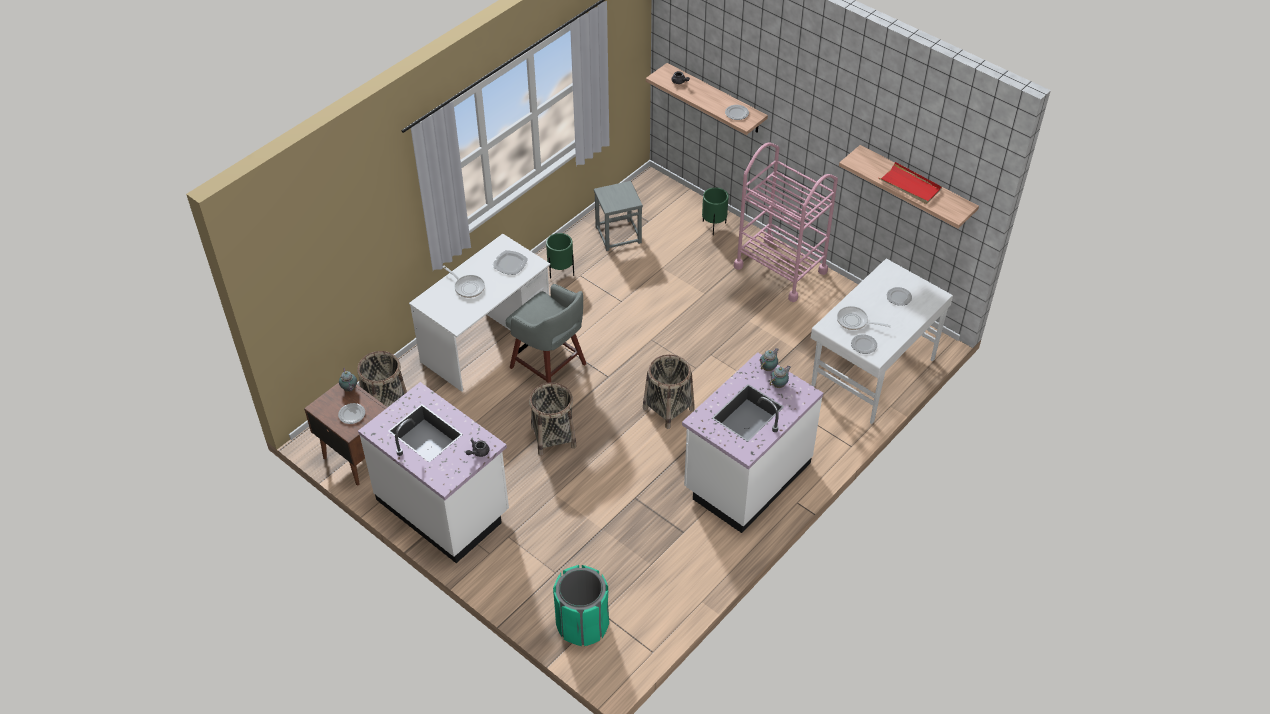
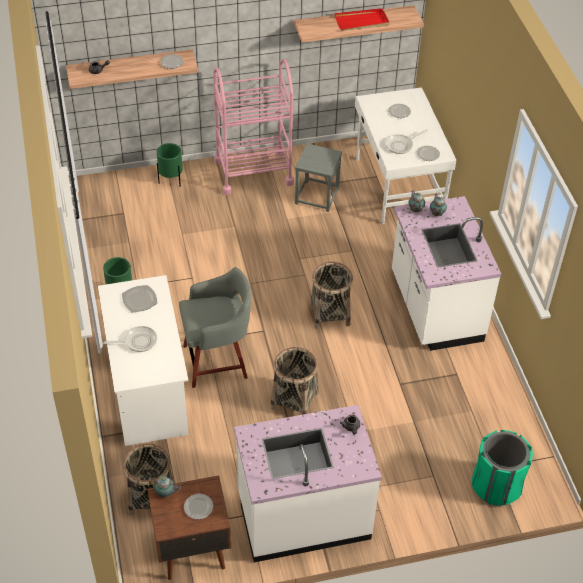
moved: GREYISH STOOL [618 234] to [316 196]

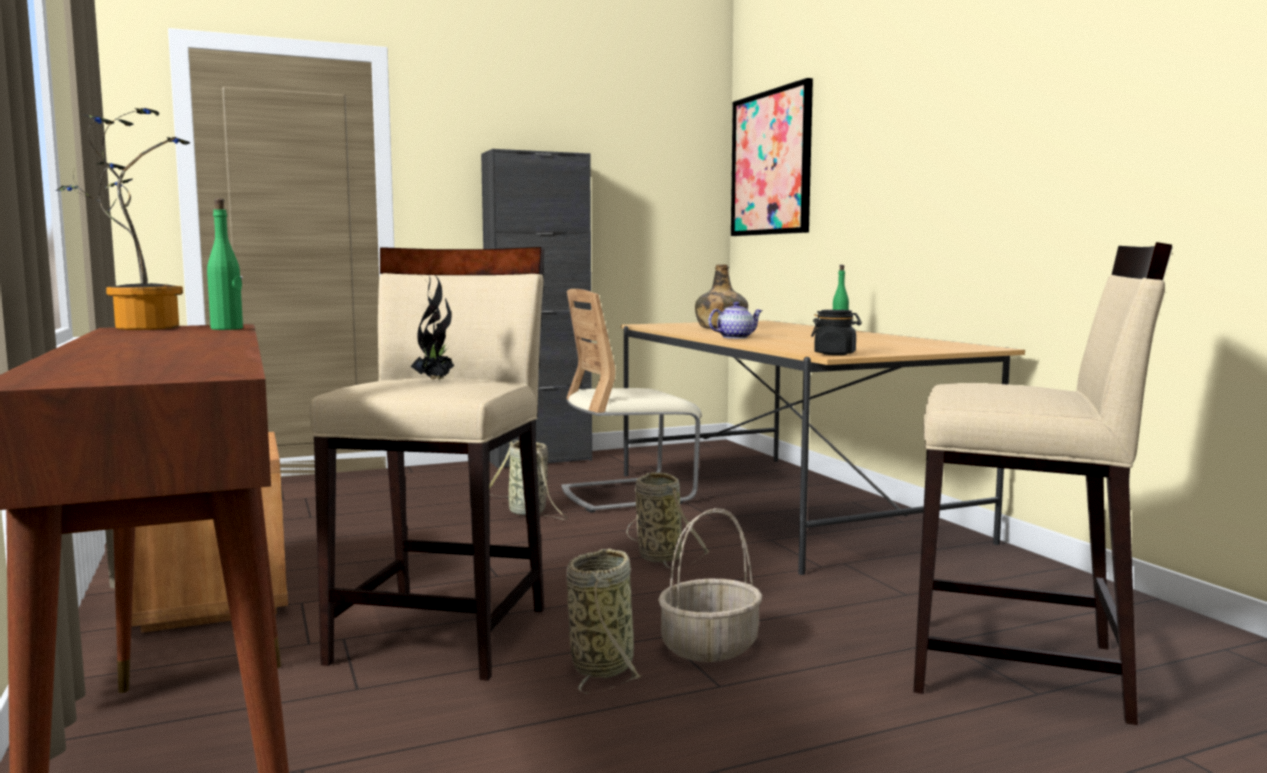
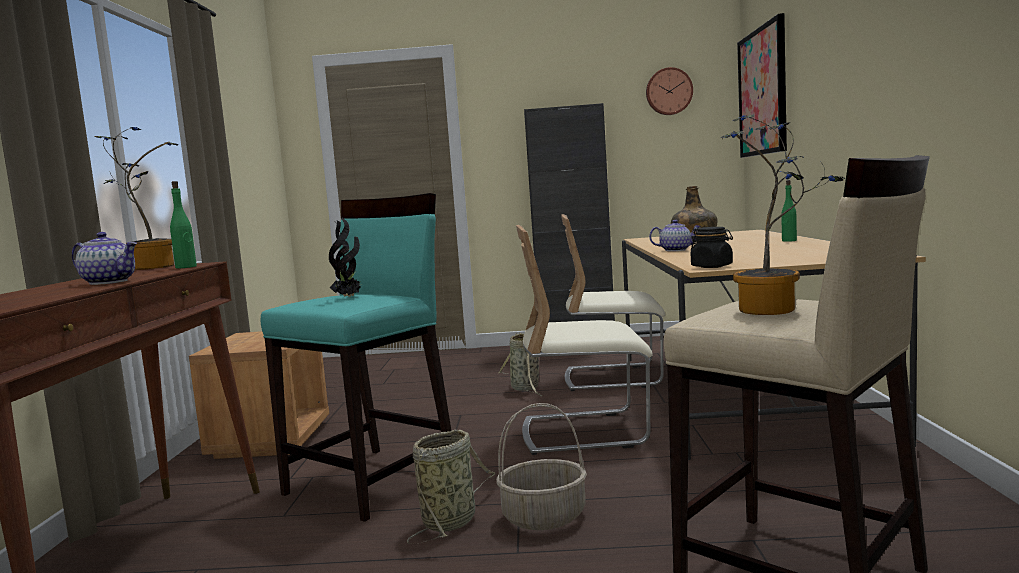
added: POT FOR TEA [110 282]; CLOCK ON THE WALL [668 91]; PLANT IN A POT [775 310]
replaced: STORAGE BASKET [658 556] to BEIGE-COLOURED PLAIN CHAIR [584 432]
recoloured: BEIGE-COLOURED STOOL [443 634] to TURQUOISE STOOL [373 481]

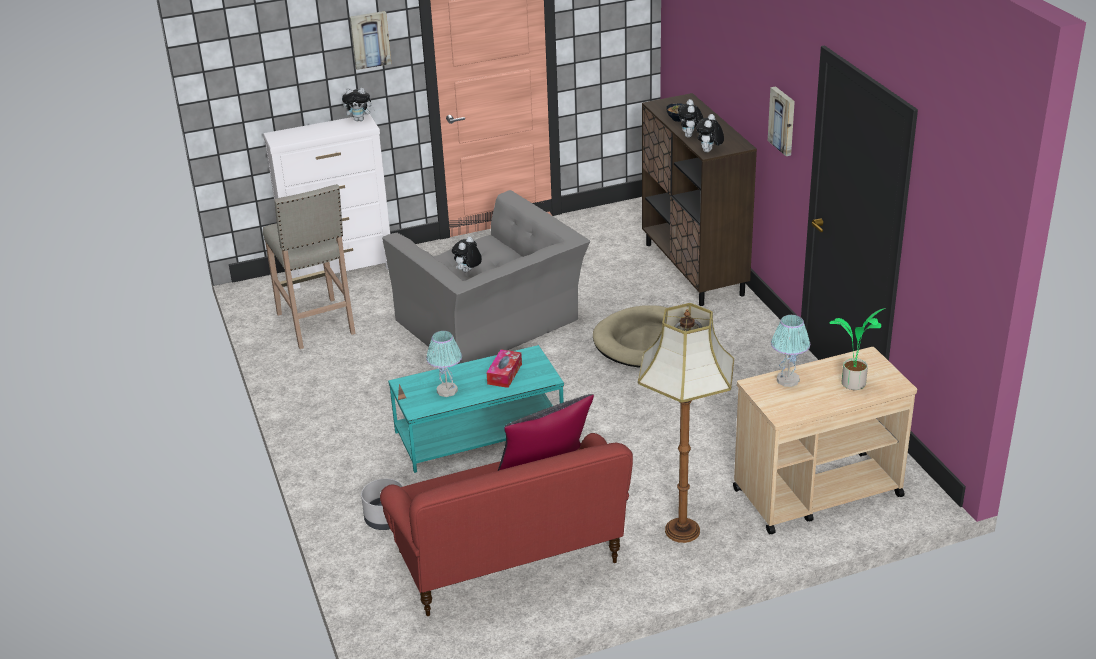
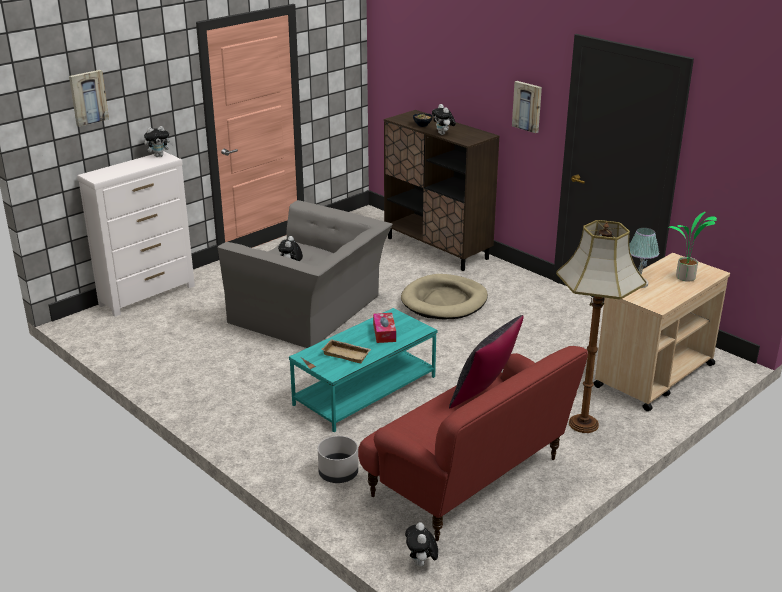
removed: BEIGE-COLOURED STOOL [316 324]
moved: PICTURE [370 39] to [88 97]; PLUSH TOY [709 151] to [421 564]
replaced: TABLE LAMP [447 391] to BEIGE-COLOURED SERVING TRAY [347 354]

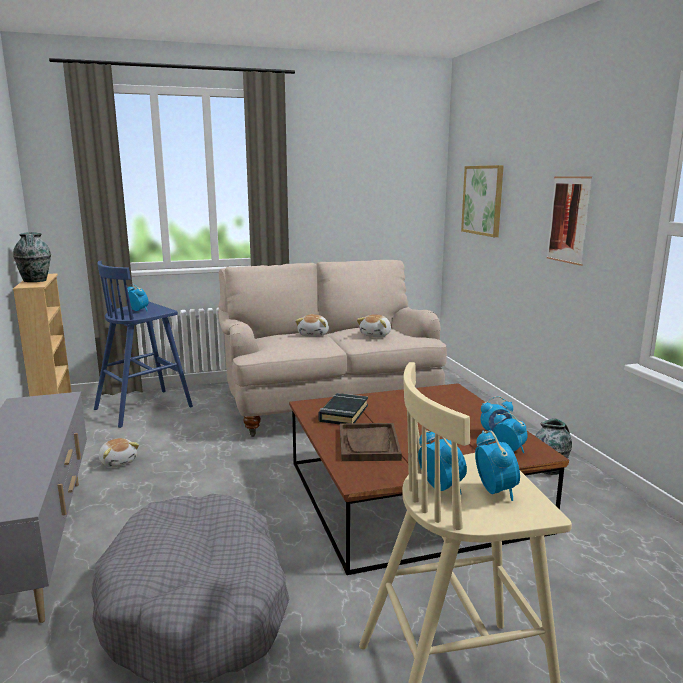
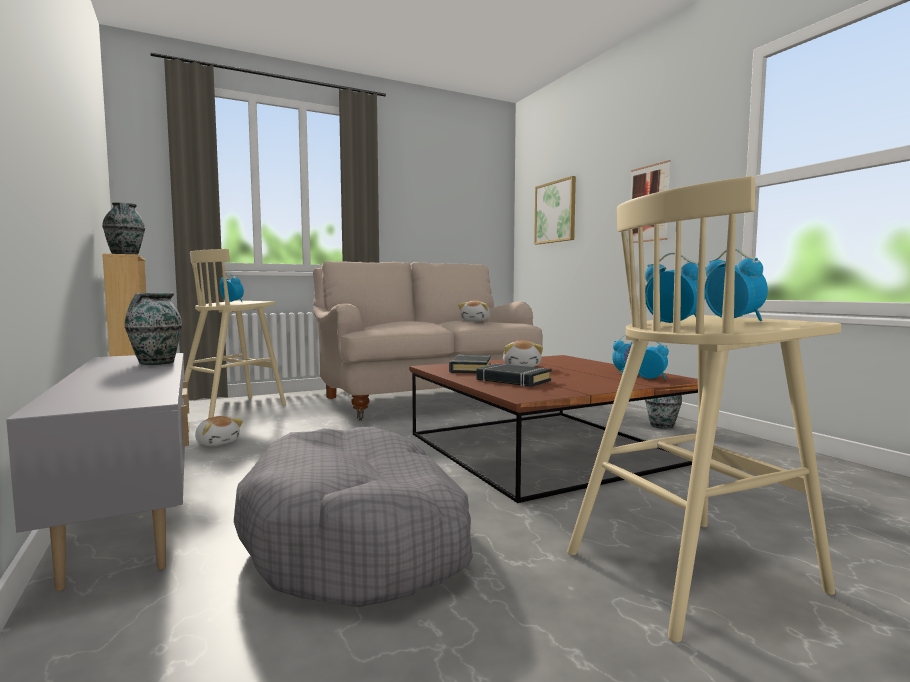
added: VASE [155 363]
moved: PLUSH TOY [314 335] to [522 366]
replaced: BROWNISH SERVING TRAY [369 444] to BLACK-COLOURED BOOK [513 380]
recoloured: BLUE STOOL [145 407] to BEIGE-COLOURED STOOL [234 408]

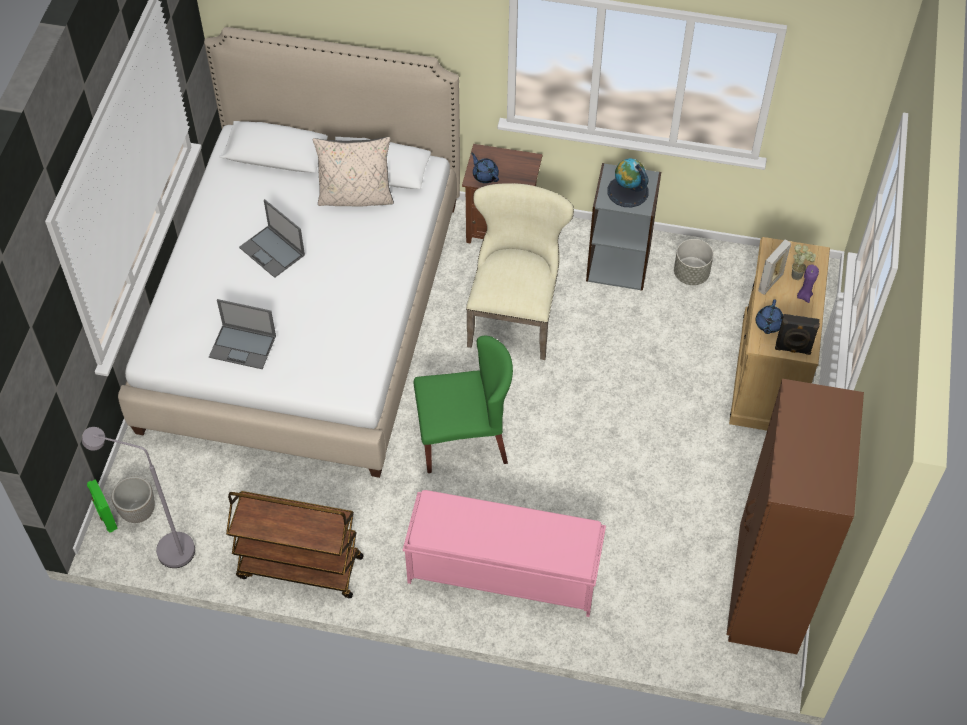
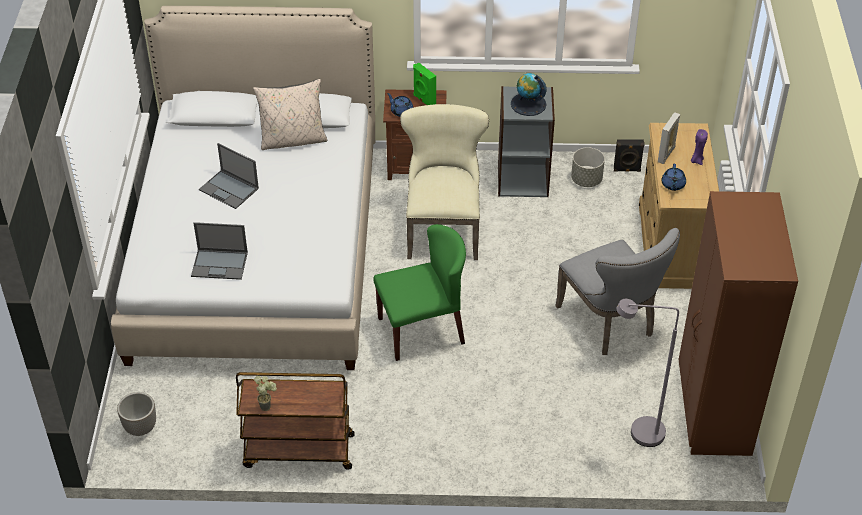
removed: PINKISH BENCH [502 572]
added: GREYISH PLAIN CHAIR [610 323]
moved: GREYISH STANDARD LAMP [165 550] to [637 433]; GREENISH AUDIO SPEAKER [106 518] to [424 101]; BLACK-COLOURED AUDIO SPEAKER [792 349] to [627 170]; PLANT IN A POT [799 275] to [268 405]

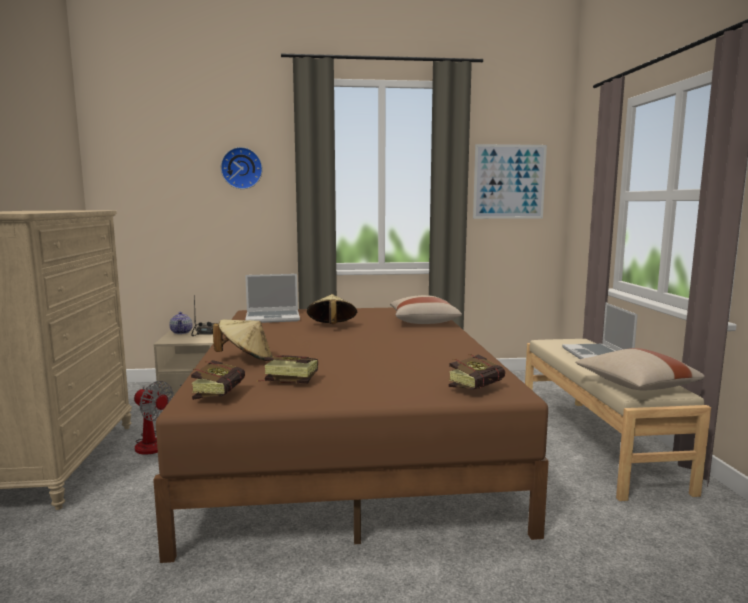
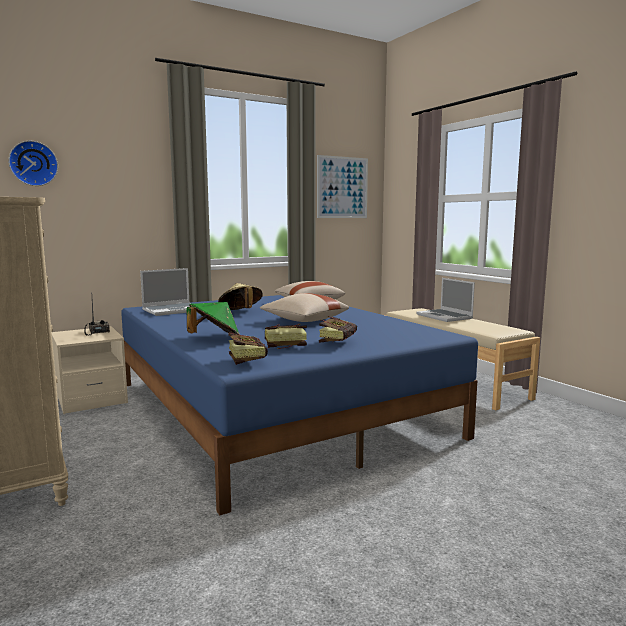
removed: COOLING FAN [154 442]; POT FOR TEA [181 332]
moved: CLOCK ON THE WALL [242 168] to [33 163]; BOOK [479 388] to [339 342]; BEIGE-COLOURED CUSHION [635 386] to [304 321]
recoloured: BROWNISH BED [346 440] to BLUE BED [275 408]; BEIGE-COLOURED CLOTHING HAT [245 359] to GREENISH CLOTHING HAT [214 338]

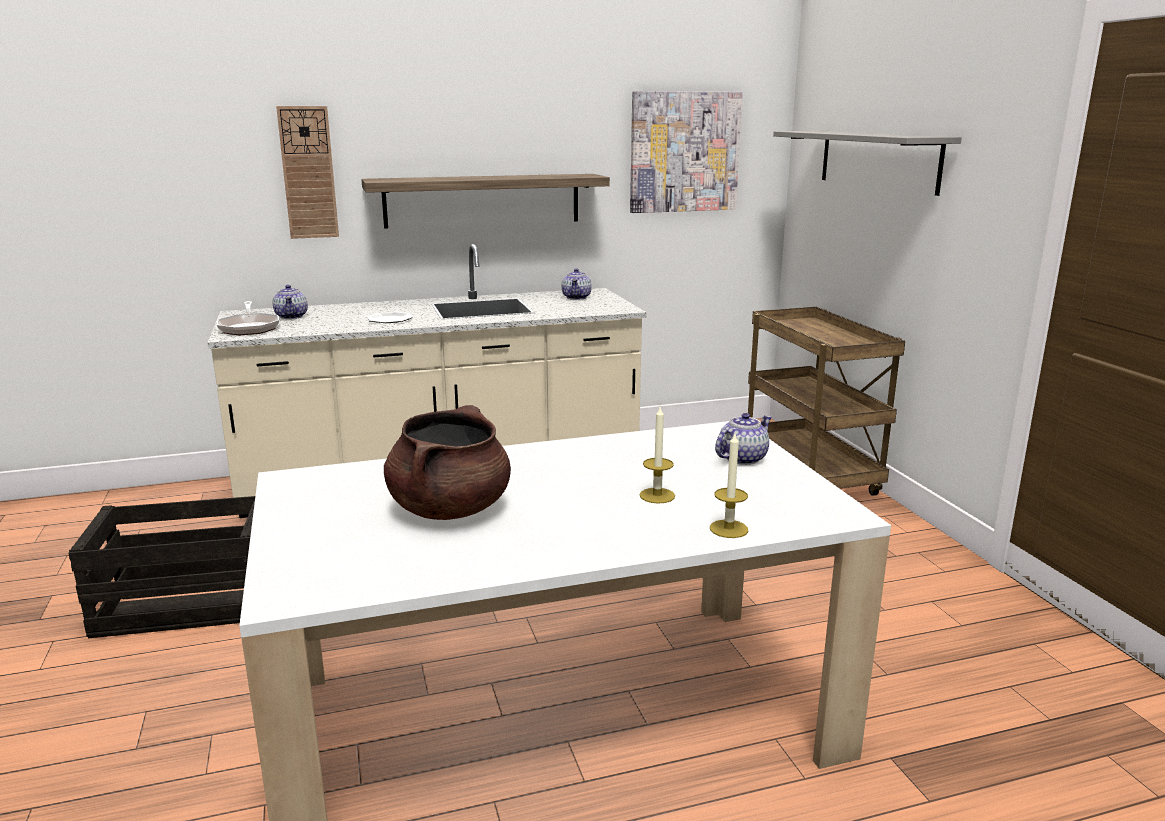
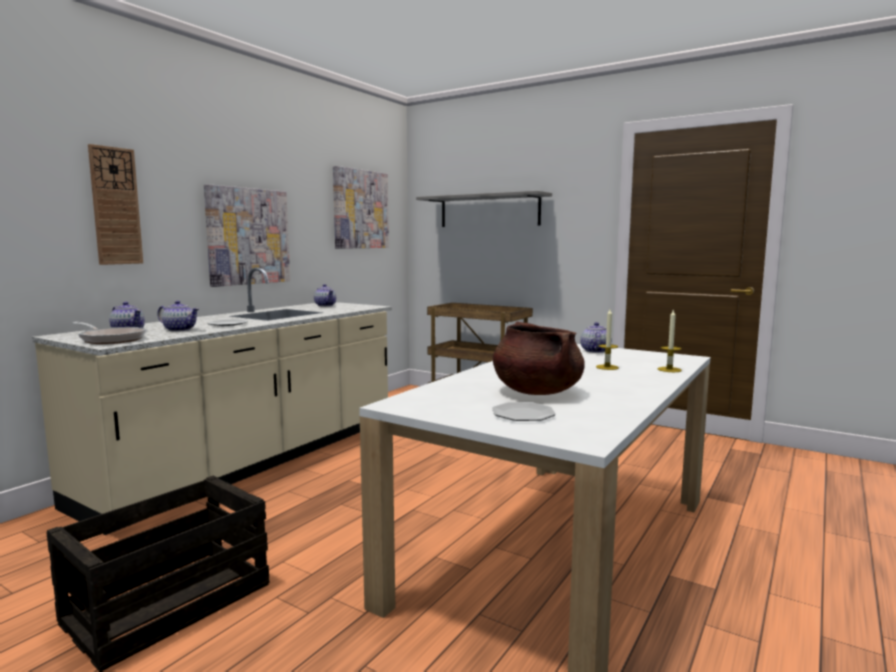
added: POT FOR TEA [179 330]; PLATE [522 414]
replaced: SHELF [482 200] to PICTURE [248 236]

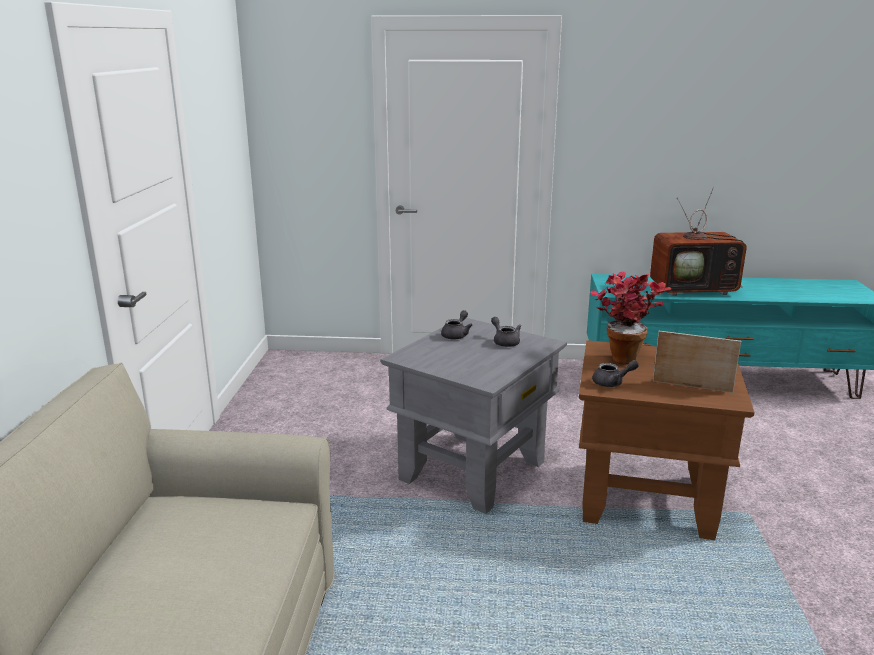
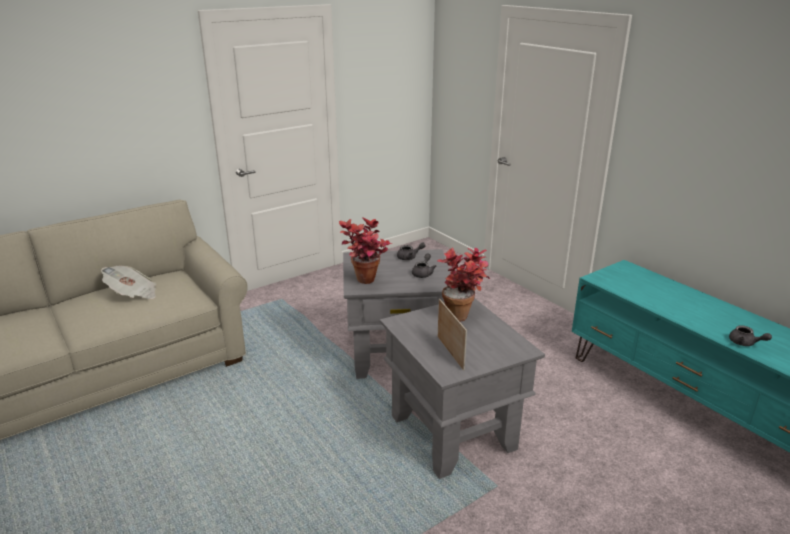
removed: TELEVISION [694 289]
added: PRINTED PAPER [133 294]; PLANT IN A POT [365 283]
moved: GREYISH POT FOR TEA [612 383] to [745 343]
recoloured: BROWNISH ACCENT TABLE [645 499] to GREYISH ACCENT TABLE [453 432]

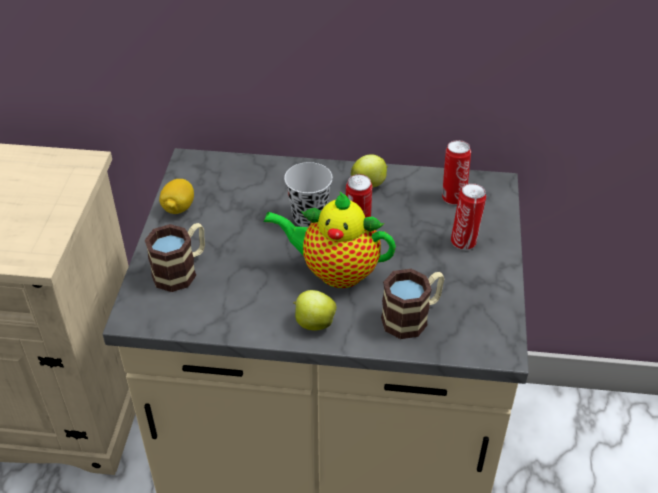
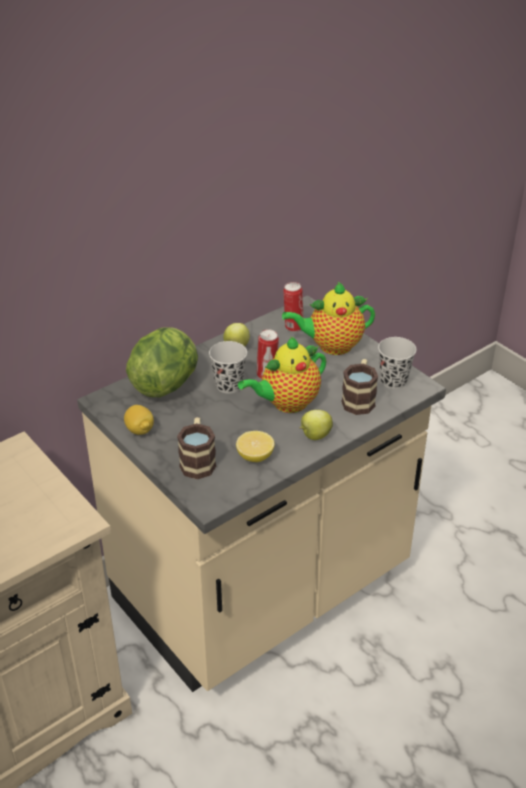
added: HEAD OF LETTUCE [166 383]; WHOLE LEMON [255 456]; BLACK-COLOURED SMALL CUP [393 381]
replaced: CAN [464 241] to POT FOR TEA [331 346]

